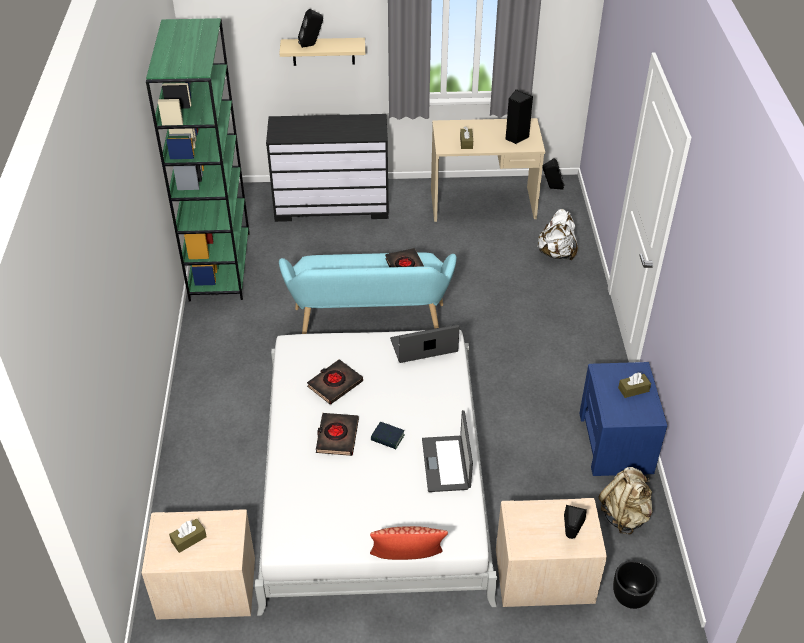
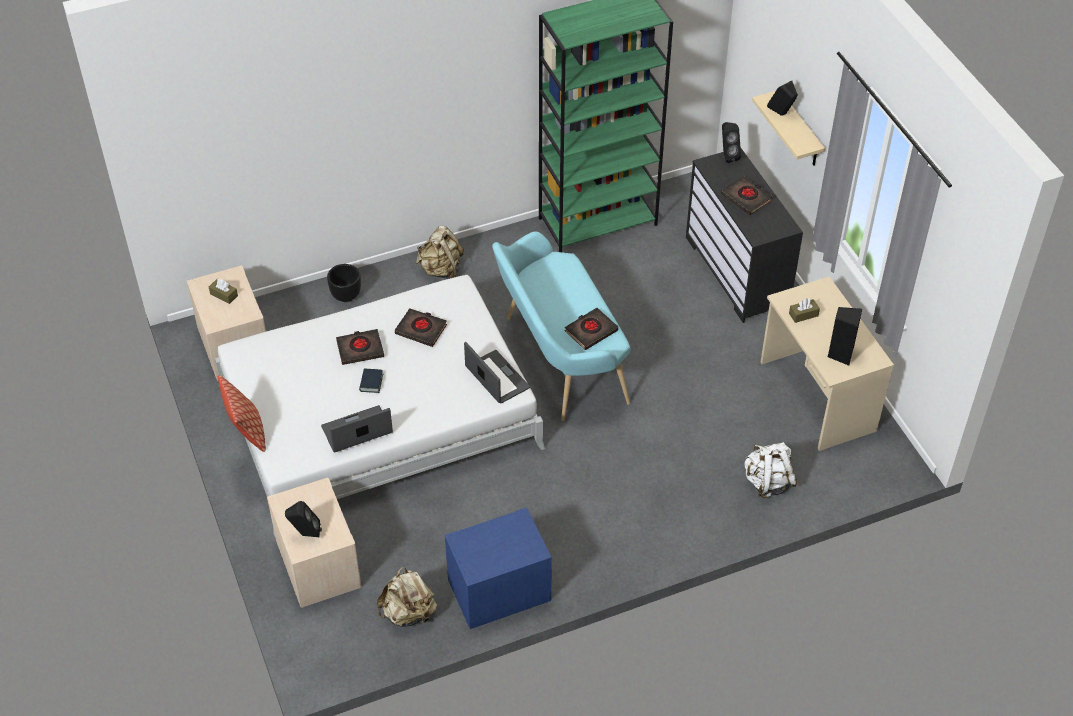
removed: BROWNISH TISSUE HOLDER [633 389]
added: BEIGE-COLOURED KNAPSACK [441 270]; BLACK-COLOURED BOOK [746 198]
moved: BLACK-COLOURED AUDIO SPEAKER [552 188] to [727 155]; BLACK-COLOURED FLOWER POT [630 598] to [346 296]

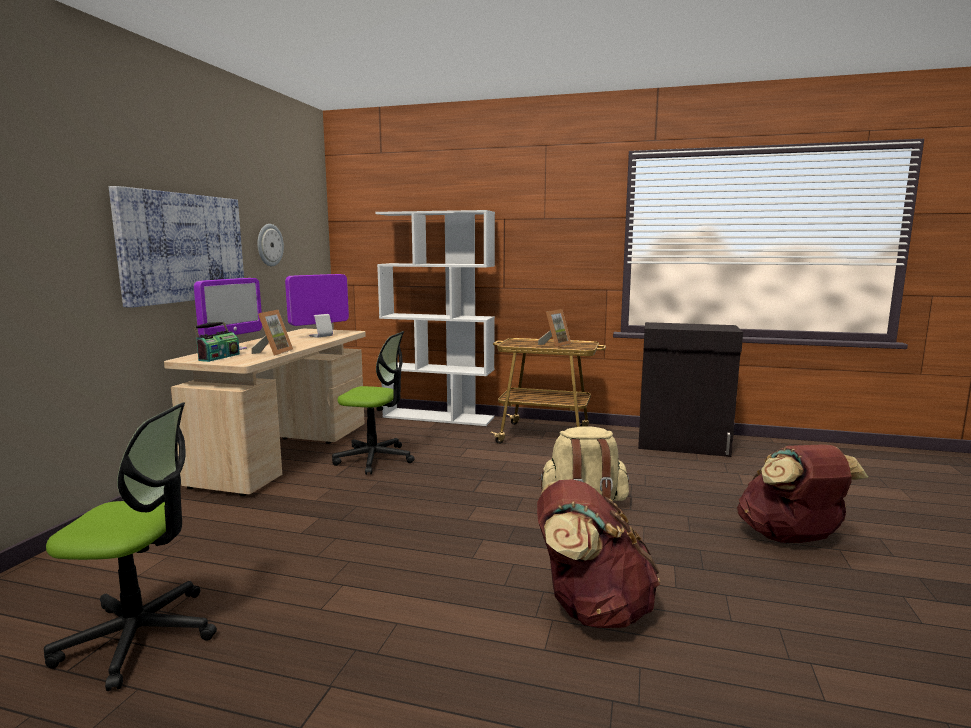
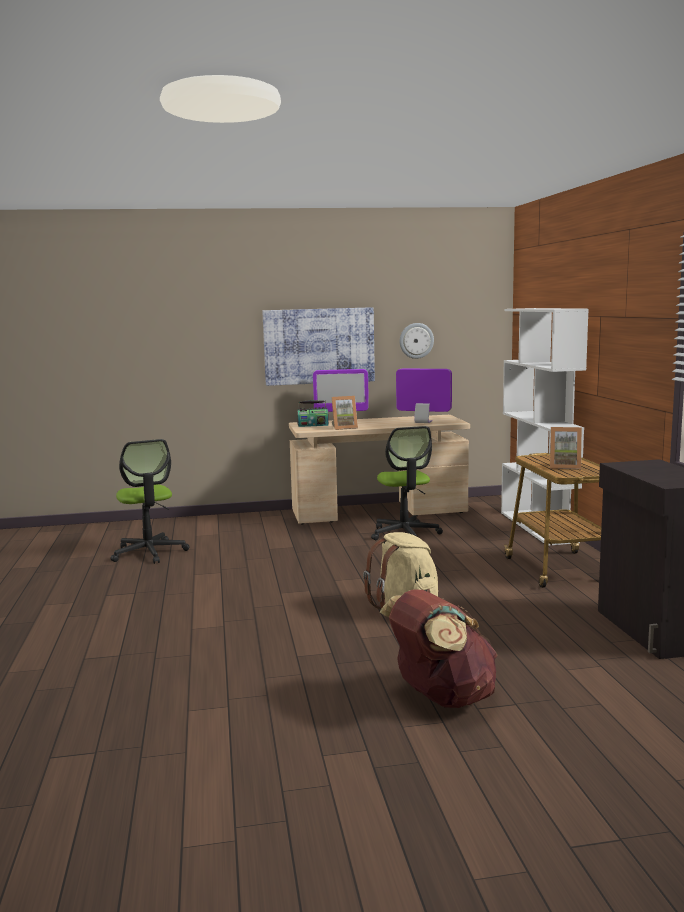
removed: BROWNISH KNAPSACK [591 609]

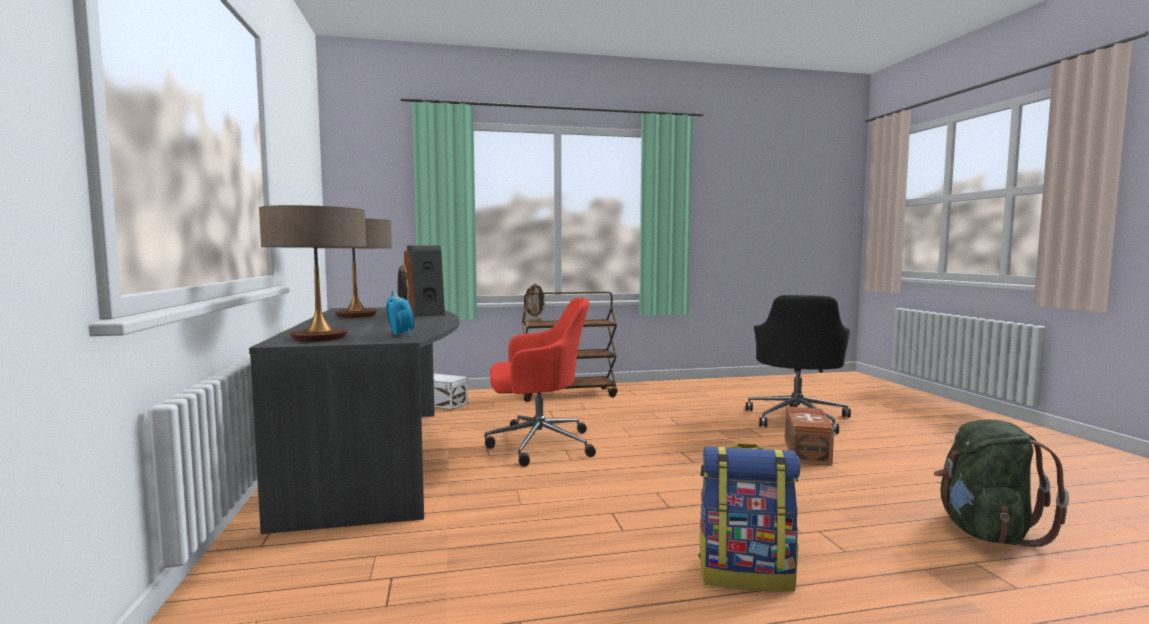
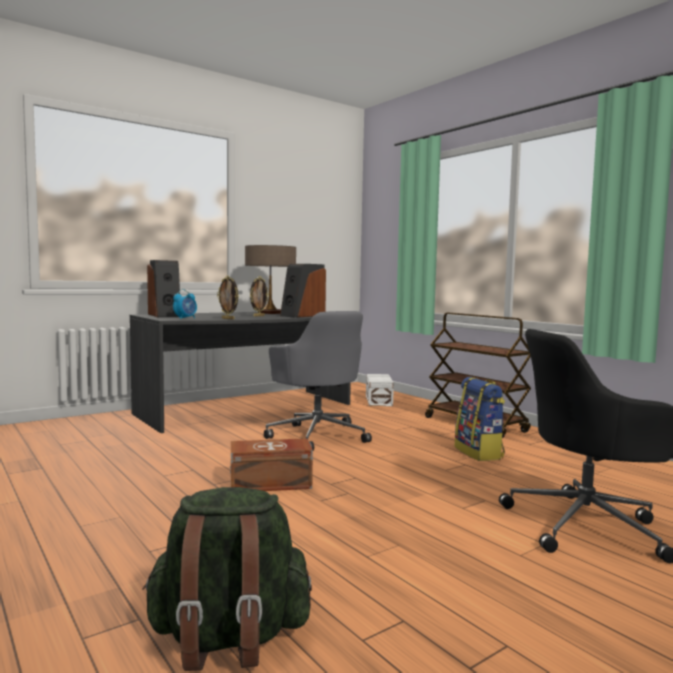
moved: PICTURE FRAME [534 321] to [228 319]; KNAPSACK [746 574] to [479 453]; BROWNISH STORAGE BIN [807 451] to [271 483]
replaced: TABLE LAMP [319 338] to AUDIO SPEAKER [165 315]
recoloured: RED-COLOURED OFFICE CHAIR [537 444] to GREYISH OFFICE CHAIR [317 435]

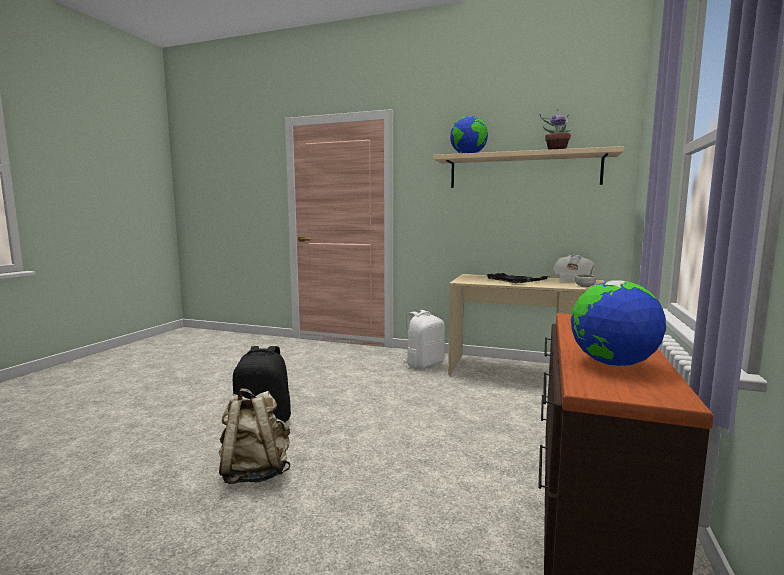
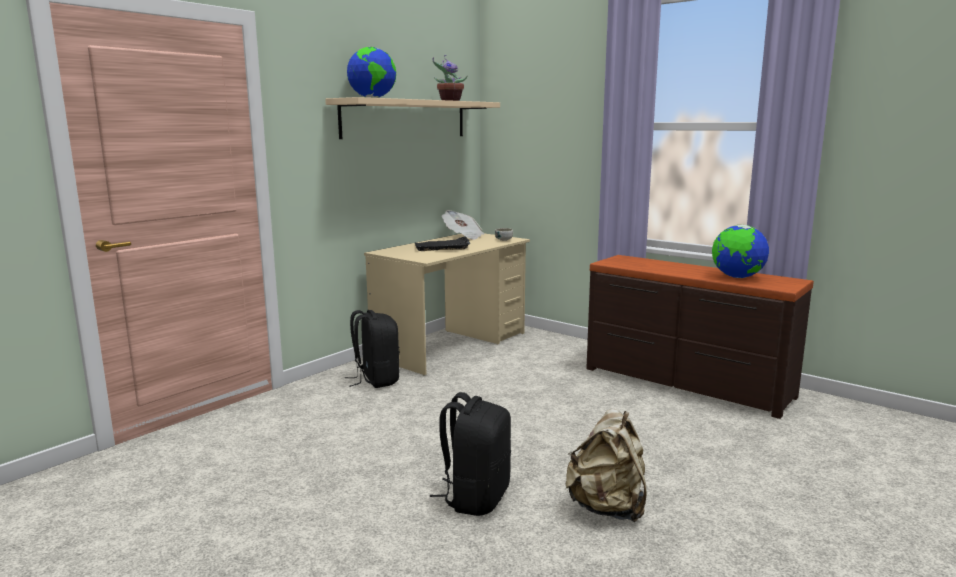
recoloured: WHITISH KNAPSACK [424 364] to BLACK-COLOURED KNAPSACK [376 380]

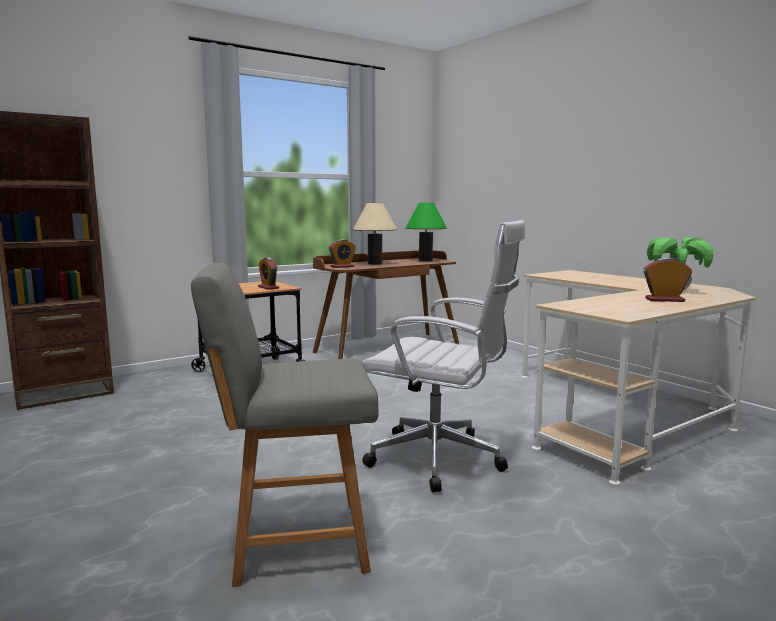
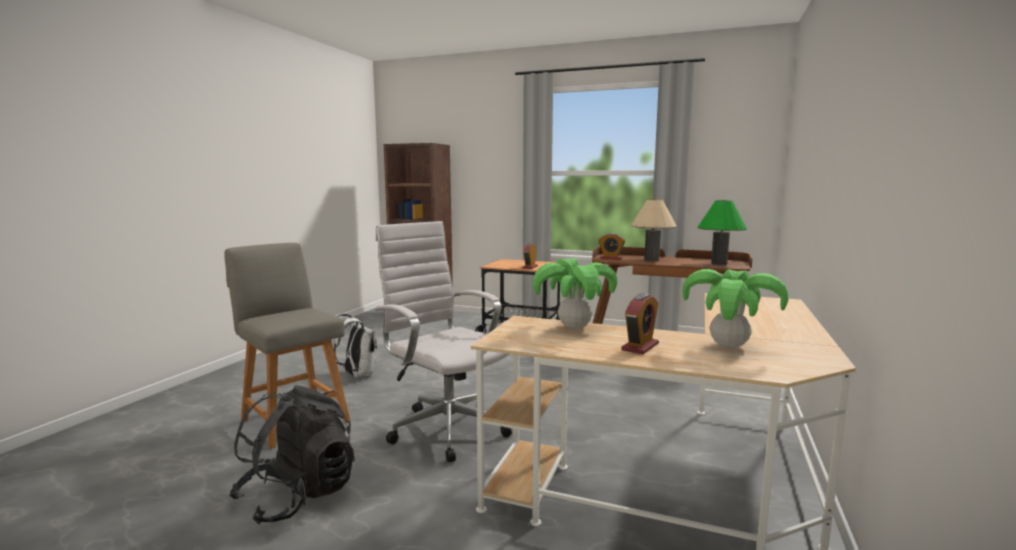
added: BLACK-COLOURED KNAPSACK [298 495]; WHITISH KNAPSACK [356 375]; PLANT IN A POT [575 327]
turned: WHITISH OFFICE CHAIR [442 460] = [445 428] 150 degrees clockwise; TABLE CLOCK [664 300] = [640 347] 60 degrees clockwise

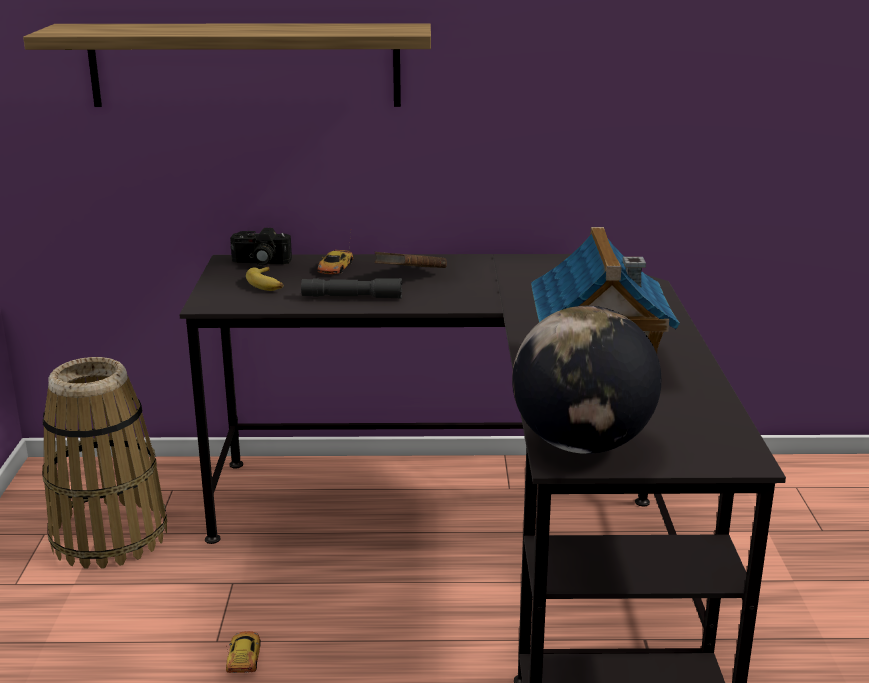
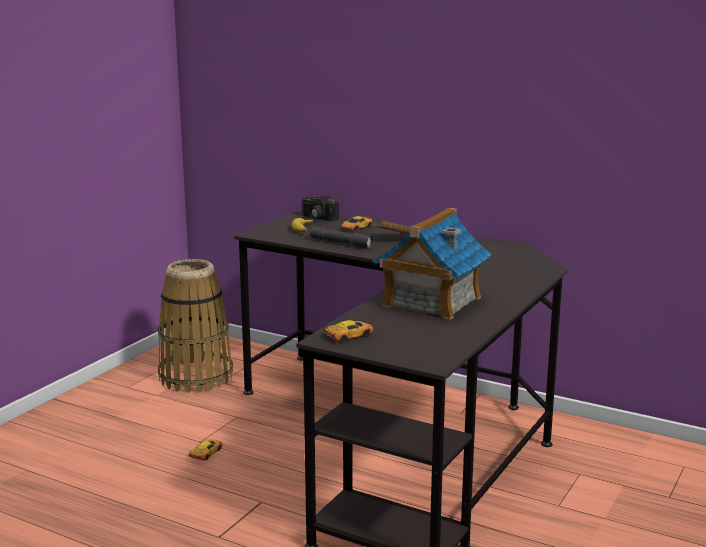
removed: SHELF [245 65]
replaced: GLOBE [581 444] to TOY CAR [349 335]

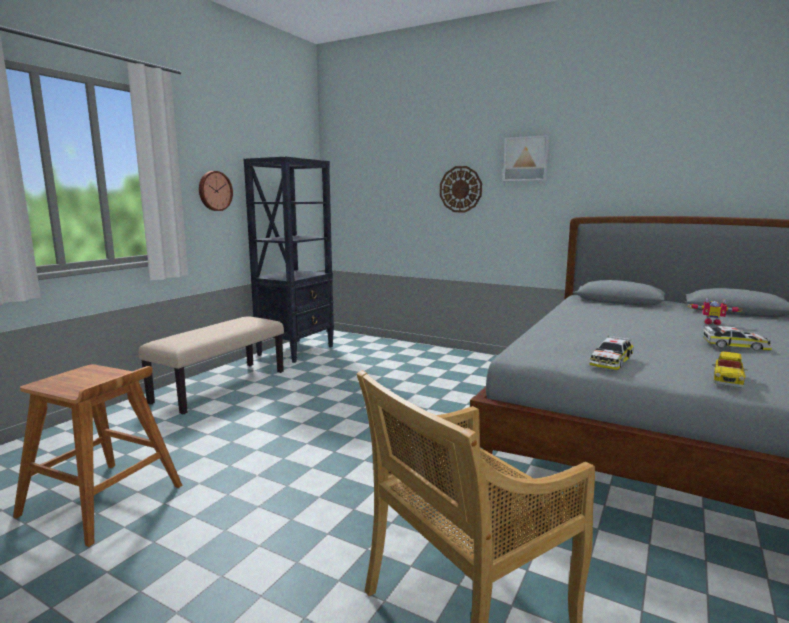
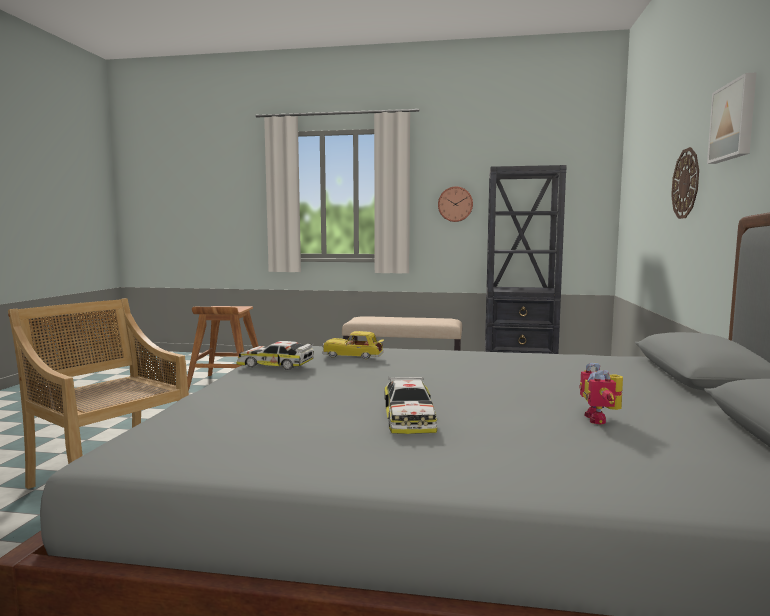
moved: TOY CAR [727 379] to [354 356]

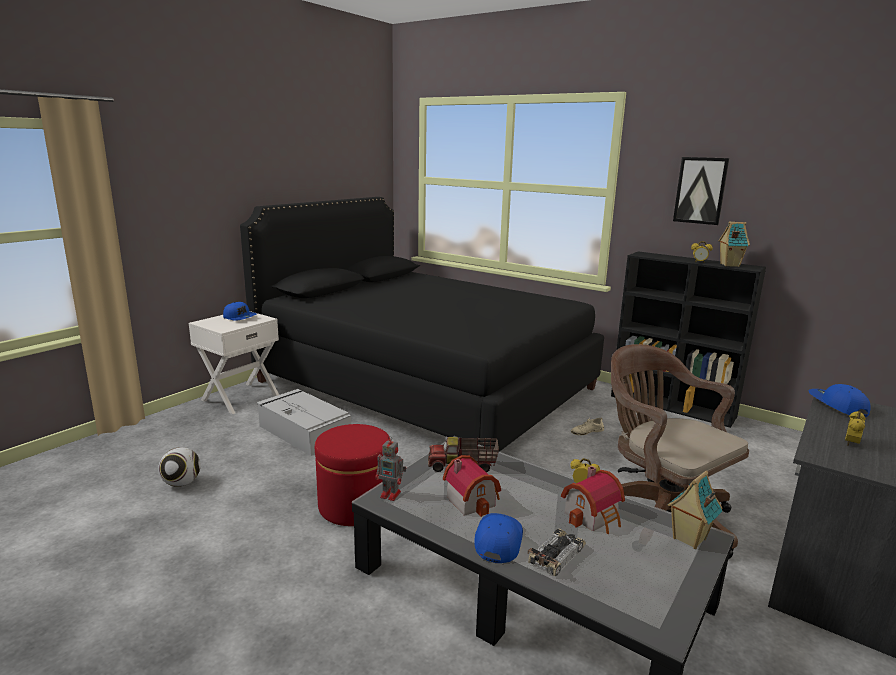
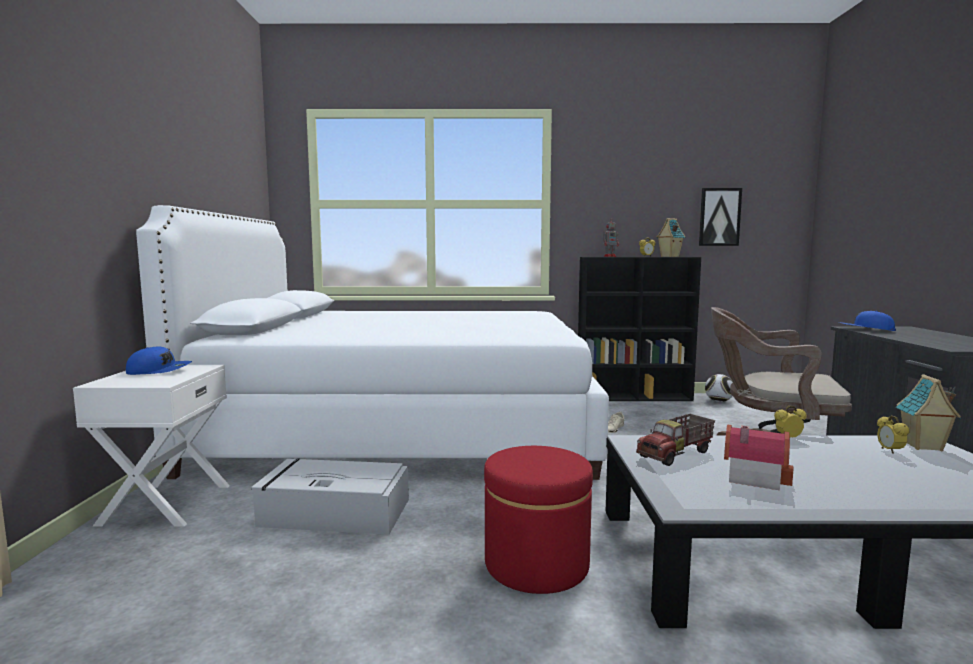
removed: BLUE BASEBALL CAP [497 540]; TOY CAR [557 555]; MINIATURE HOUSE [594 516]
moved: FOOTBALL BALL [182 483] to [719 401]; TOY ROBOT [391 494] to [610 256]; PICTURE [700 190] to [719 217]; TABLE CLOCK [851 443] to [890 451]
recoloured: BLACK-COLOURED BED [426 385] to WHITISH BED [405 430]

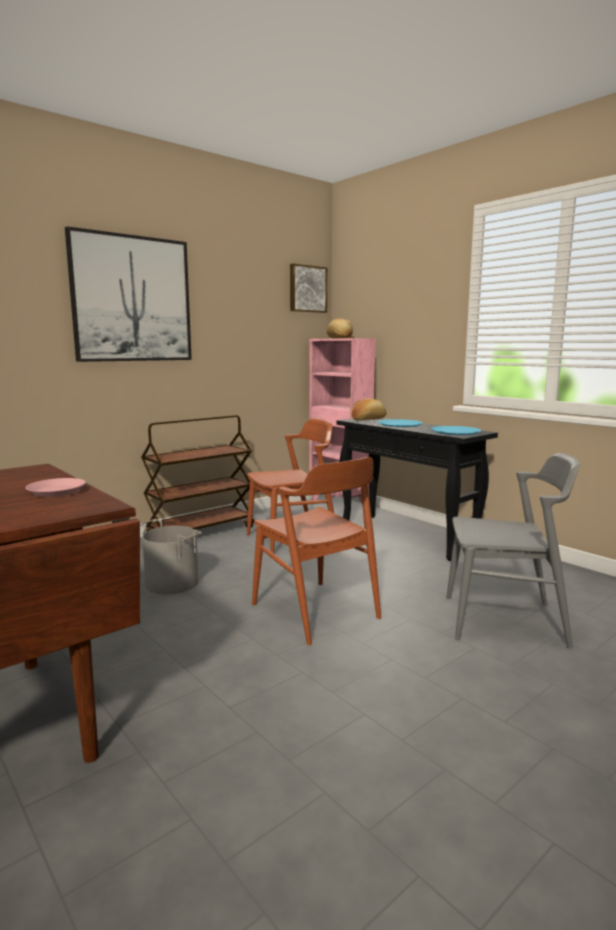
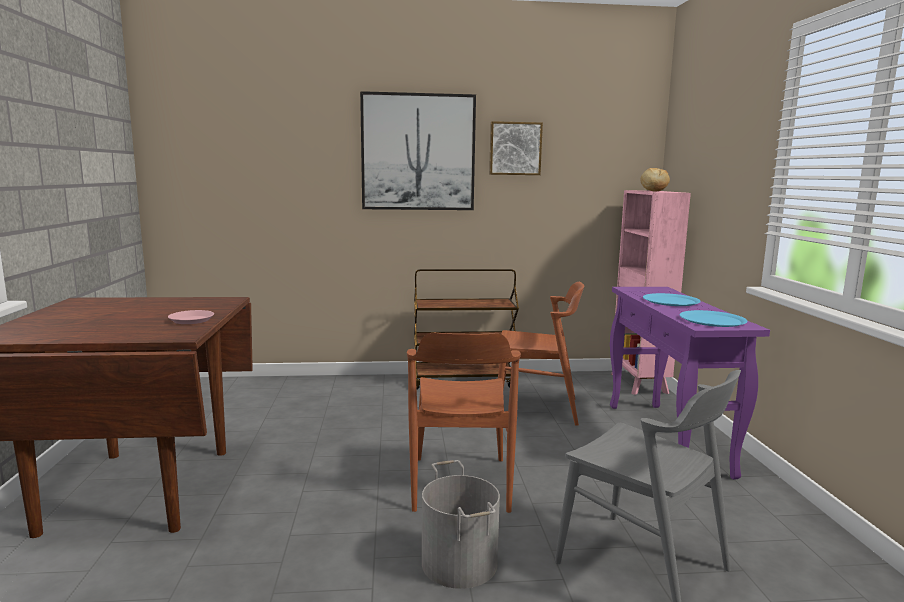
removed: BAKERY BREAD [368 419]
moved: GREYISH WATER BUCKET [171 583] to [458 563]; PICTURE [307 289] to [515 148]
recoloured: BLACK-COLOURED CONSOLE TABLE [408 536] to PURPLISH CONSOLE TABLE [667 439]

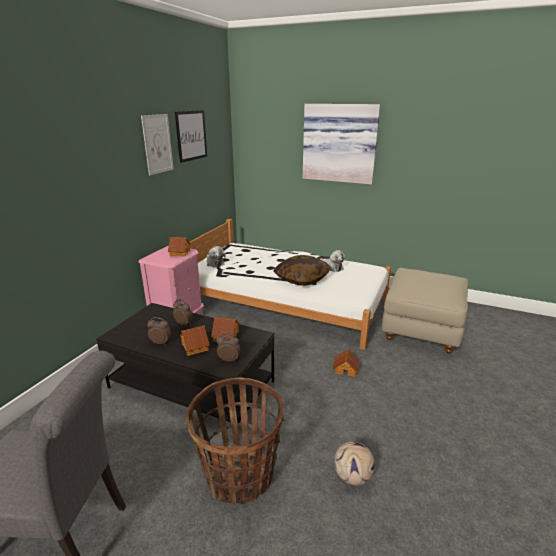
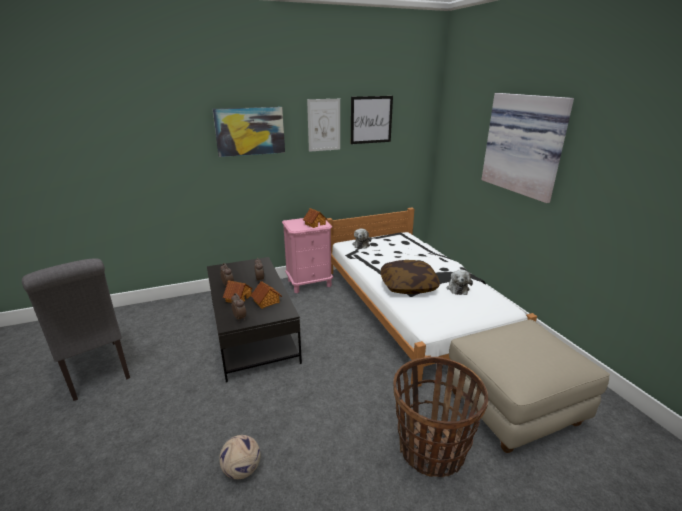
removed: MINIATURE HOUSE [346 369]
added: PICTURE [250 131]
moved: STORAGE BASKET [240 475] to [431 450]

